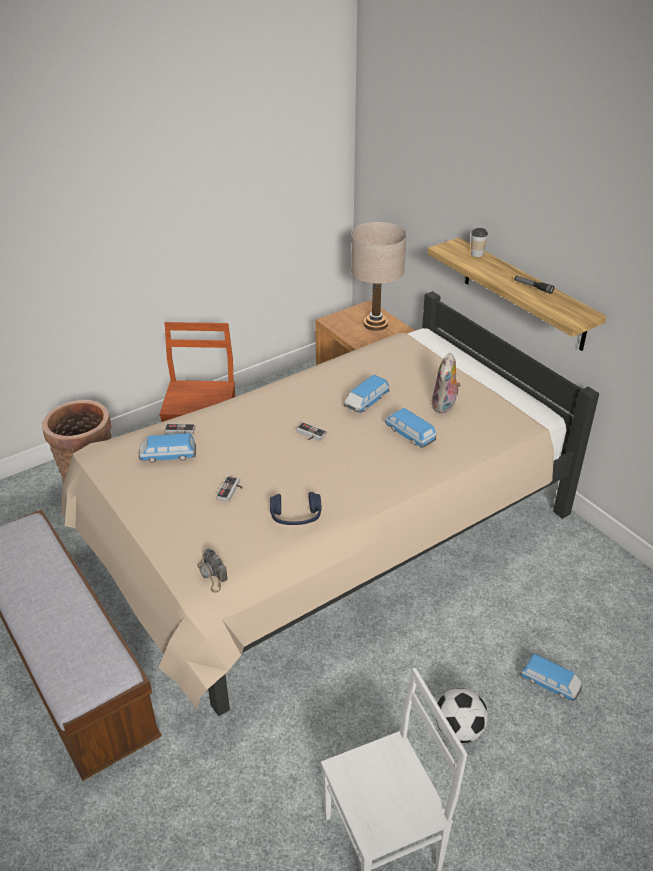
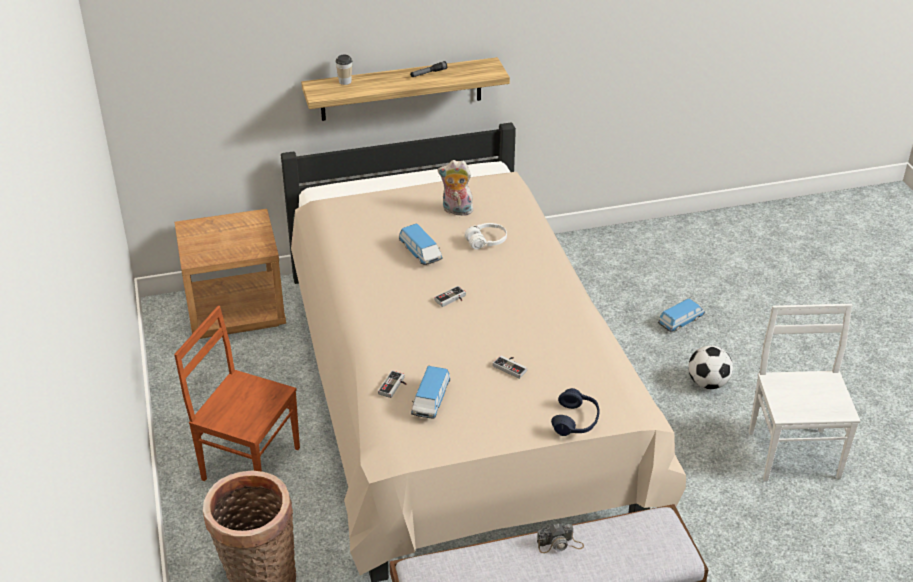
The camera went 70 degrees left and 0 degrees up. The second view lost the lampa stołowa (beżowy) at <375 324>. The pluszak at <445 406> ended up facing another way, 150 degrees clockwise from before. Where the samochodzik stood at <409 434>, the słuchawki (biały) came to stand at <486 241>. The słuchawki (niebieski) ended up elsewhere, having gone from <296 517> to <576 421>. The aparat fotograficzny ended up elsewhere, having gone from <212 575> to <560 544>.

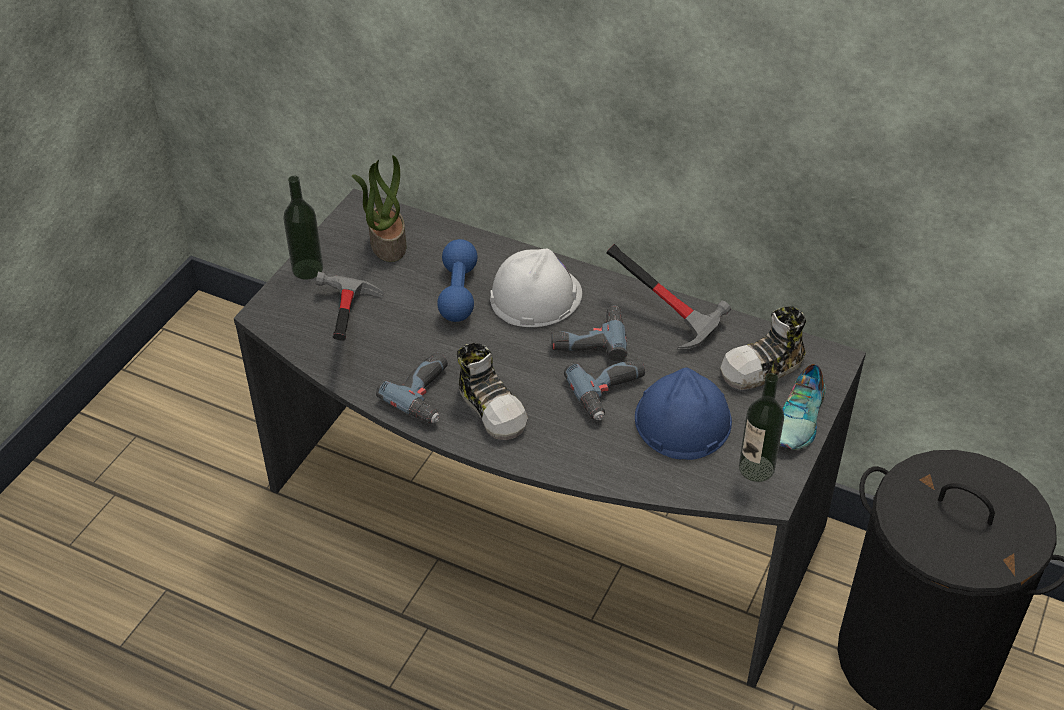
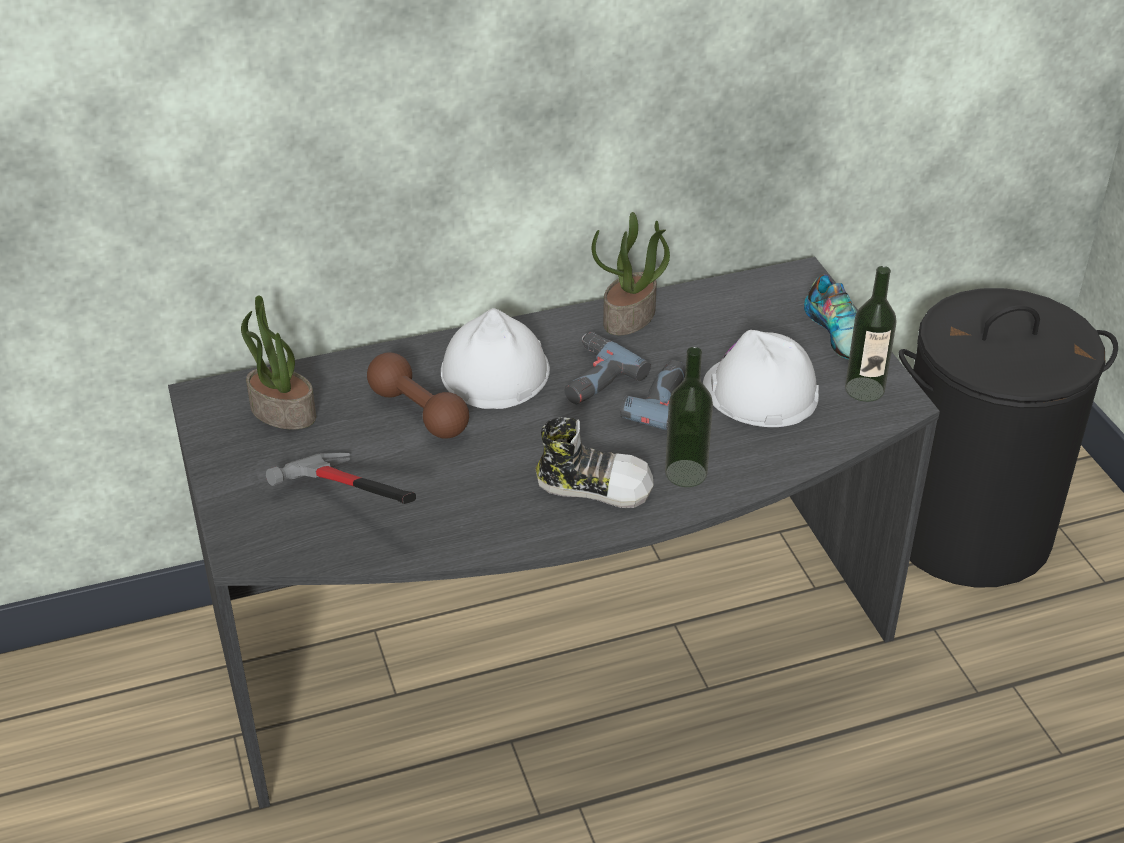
The camera went 45 degrees left and 5 degrees down. The butelka ended up elsewhere, having gone from <307 269> to <686 473>. What was the hantel (niebieski) at <458 293> turned into the hantel (brązowy) at <418 412>. Where the młotek stood at <669 314>, the roślina doniczkowa came to stand at <629 318>. The second view lost the but at <763 368>. The second view lost the wiertarka at <428 394>. What was the kask (niebieski) at <682 420> turned into the kask (biały) at <760 391>.

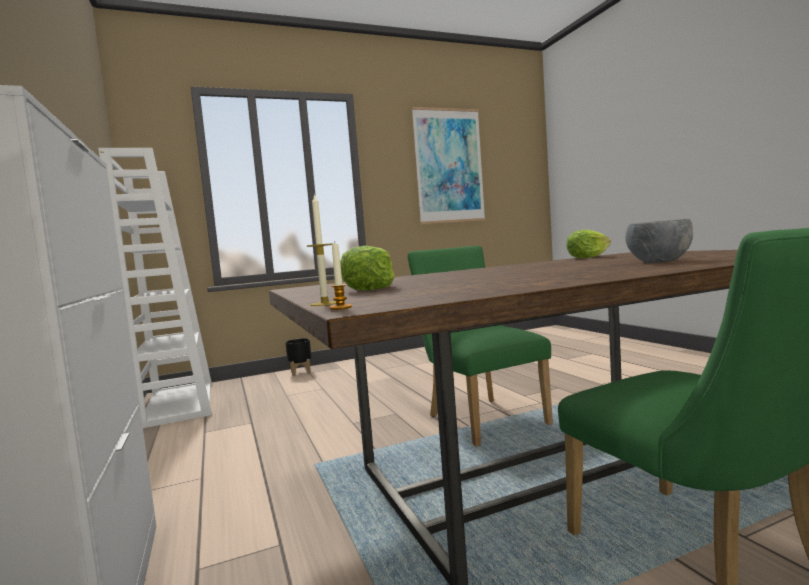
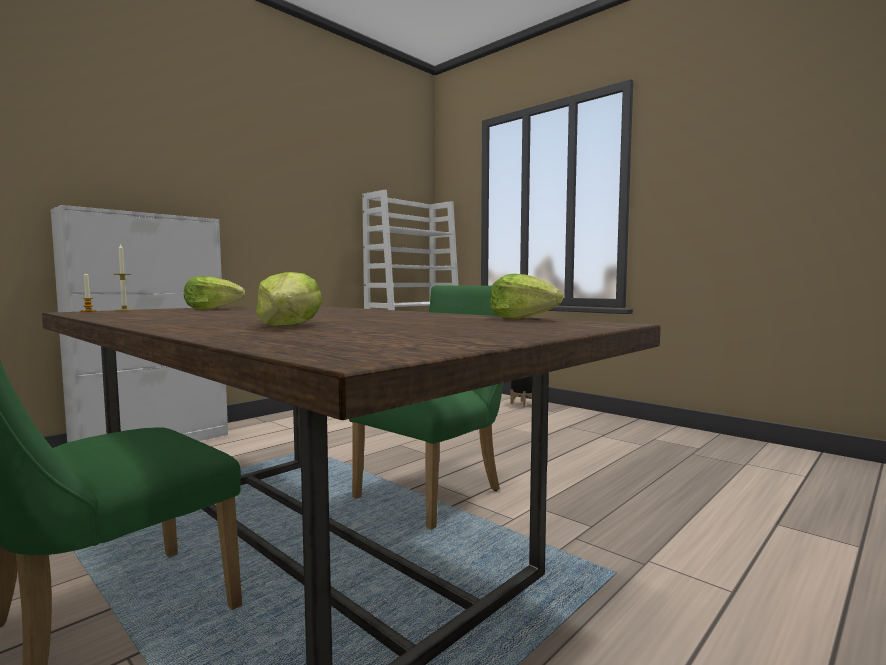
The camera went 65 degrees right and 0 degrees up. The second view lost the obraz at <449 166>. Where the miska (szary) stood at <658 262>, the sałata came to stand at <289 326>.

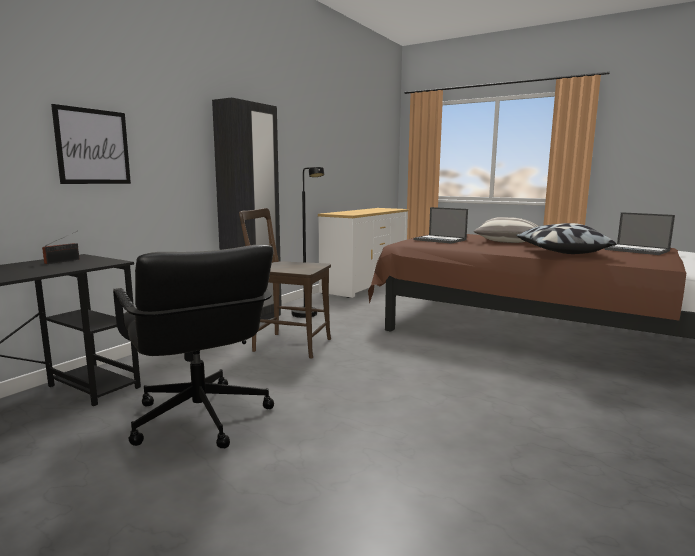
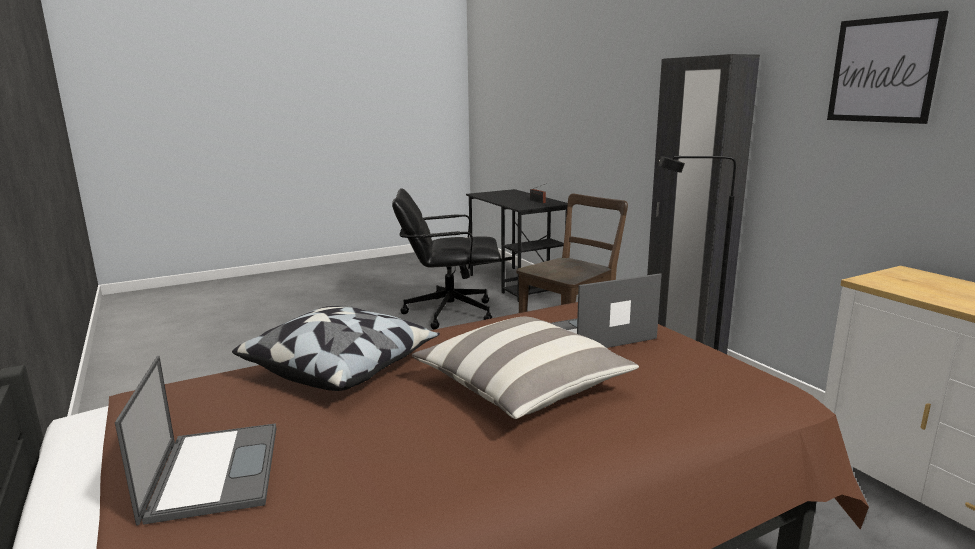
The camera went 120 degrees right and 5 degrees up. The obraz ended up elsewhere, having gone from <93 146> to <883 70>. The laptop at <637 250> ended up facing another way, 90 degrees clockwise from before.

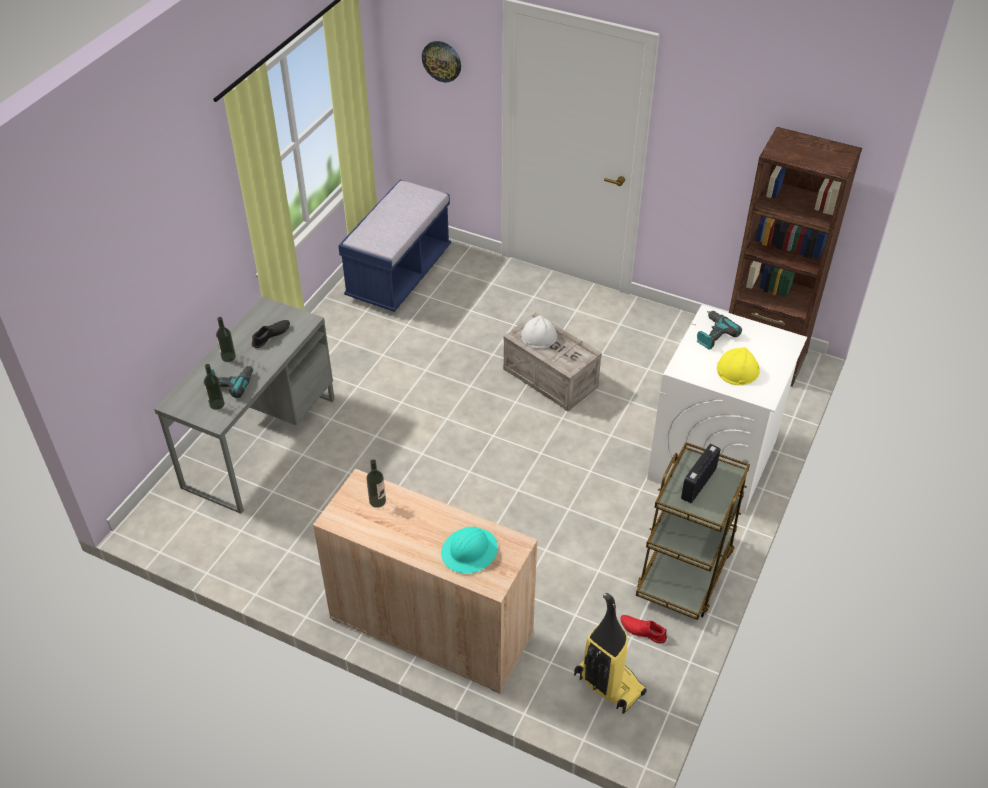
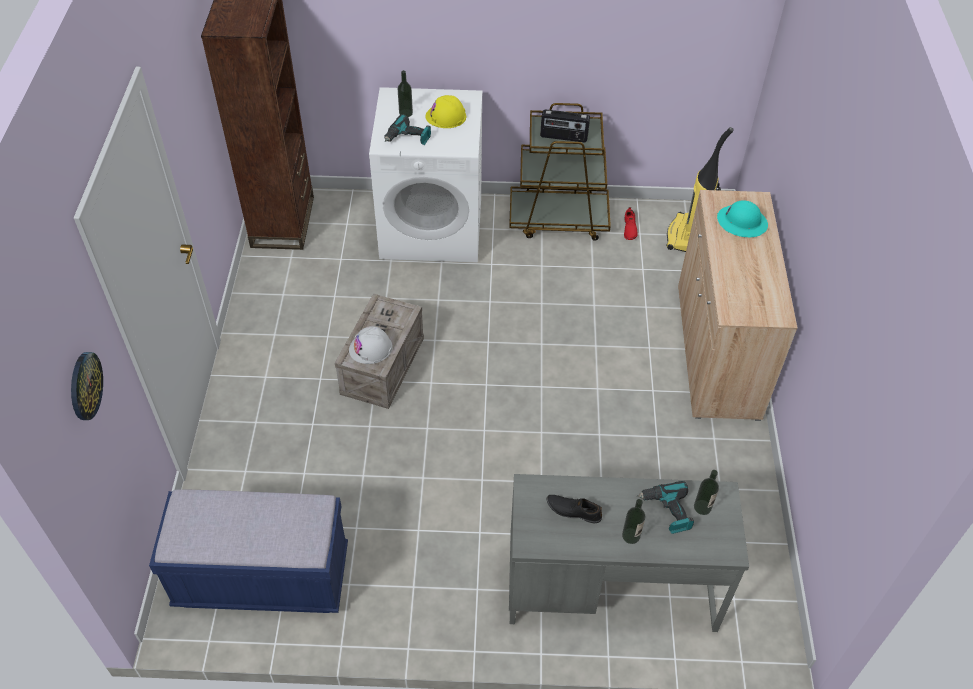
The camera went 115 degrees left and 5 degrees up. The butelka ended up elsewhere, having gone from <377 501> to <406 113>.

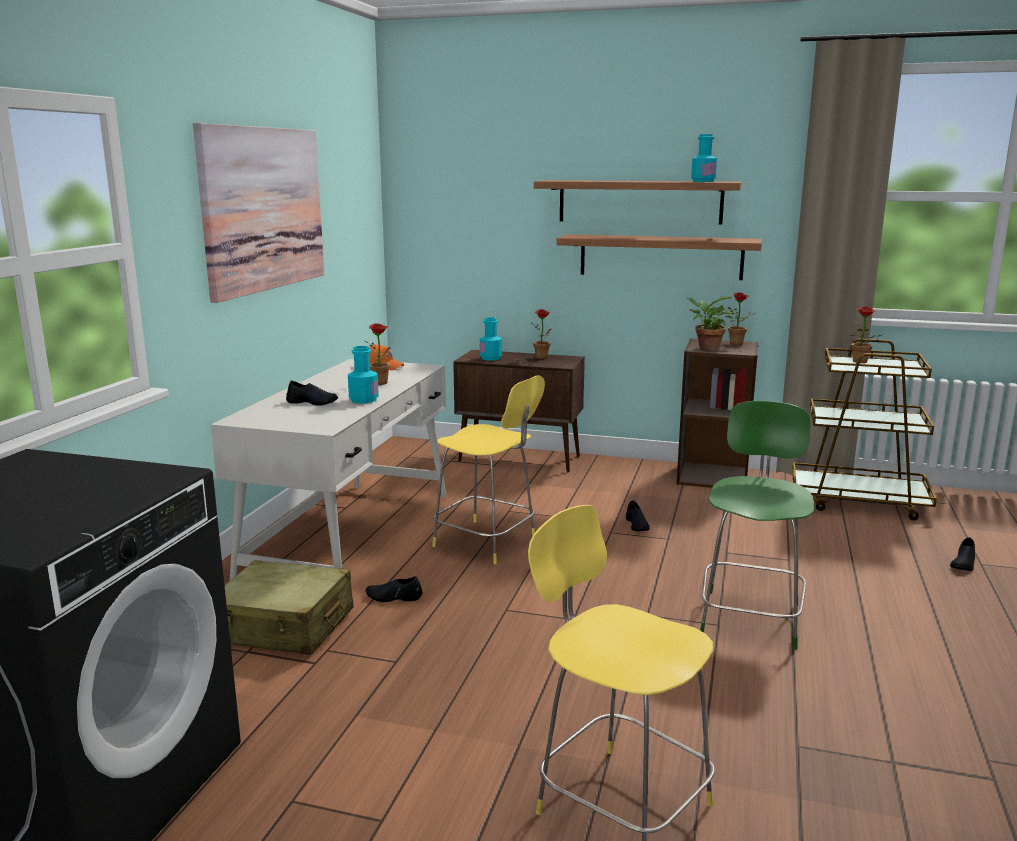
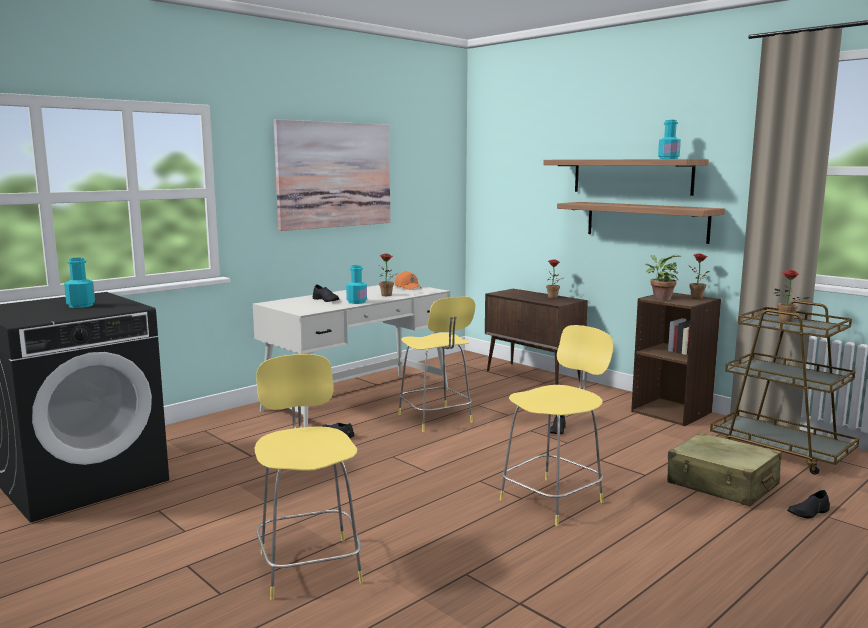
The camera went 30 degrees right and 5 degrees down. The butelka (turkusowy) ended up elsewhere, having gone from <490 358> to <81 305>. What was the stołek (zielony) at <750 616> turned into the stołek (żółty) at <554 500>. The walizka (beżowy) ended up elsewhere, having gone from <284 626> to <722 484>.

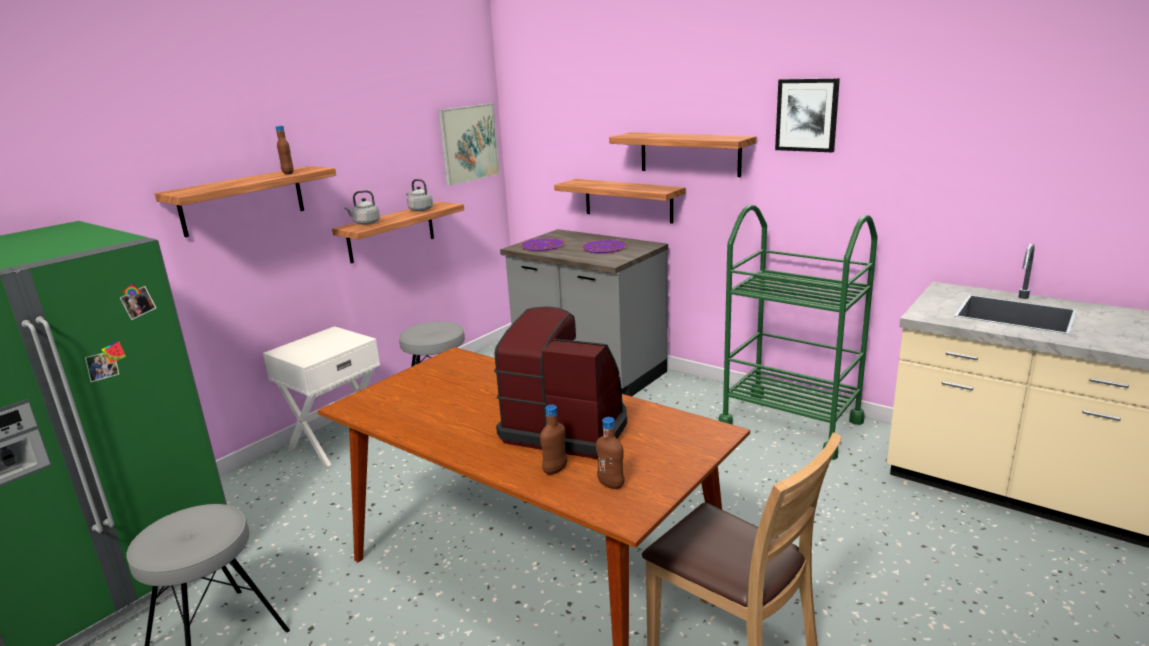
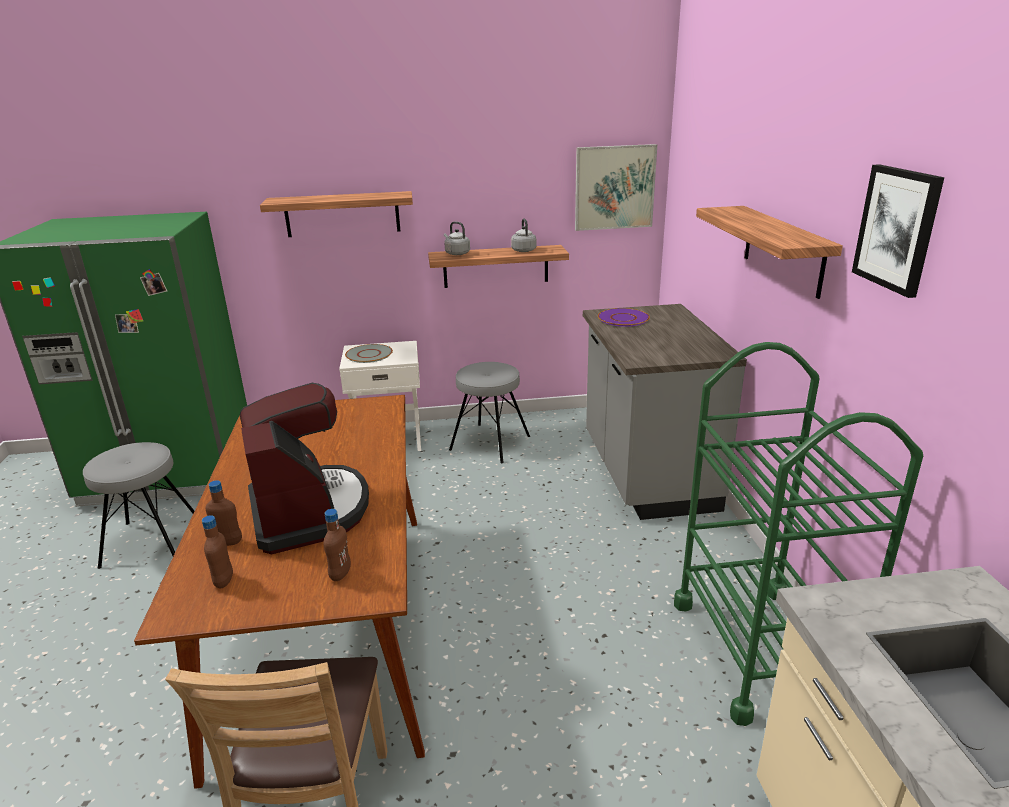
The camera went 45 degrees right and 5 degrees up. The butelka (brązowy) ended up elsewhere, having gone from <288 173> to <340 574>. The second view lost the półka at <628 200>. The second view lost the talerz (fioletowy) at <604 247>. The second view gained the talerz (szary) at <369 354>.

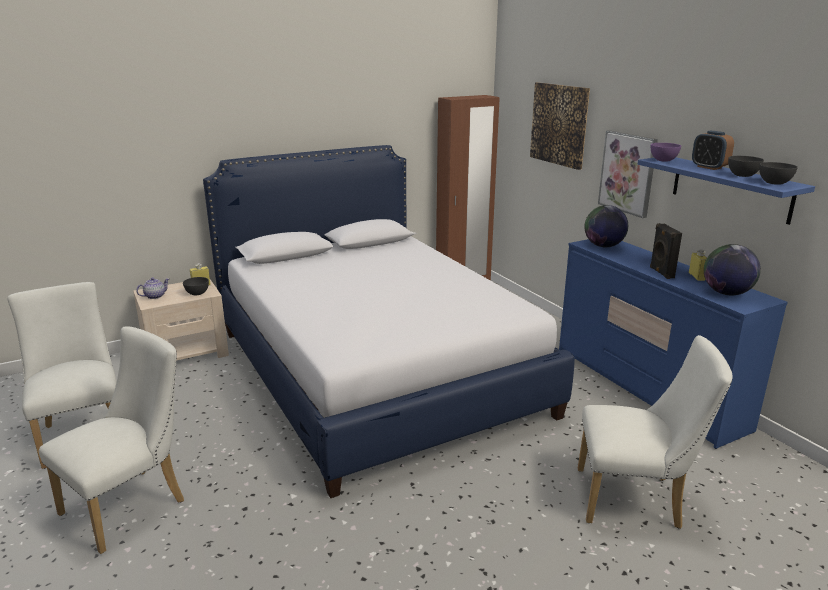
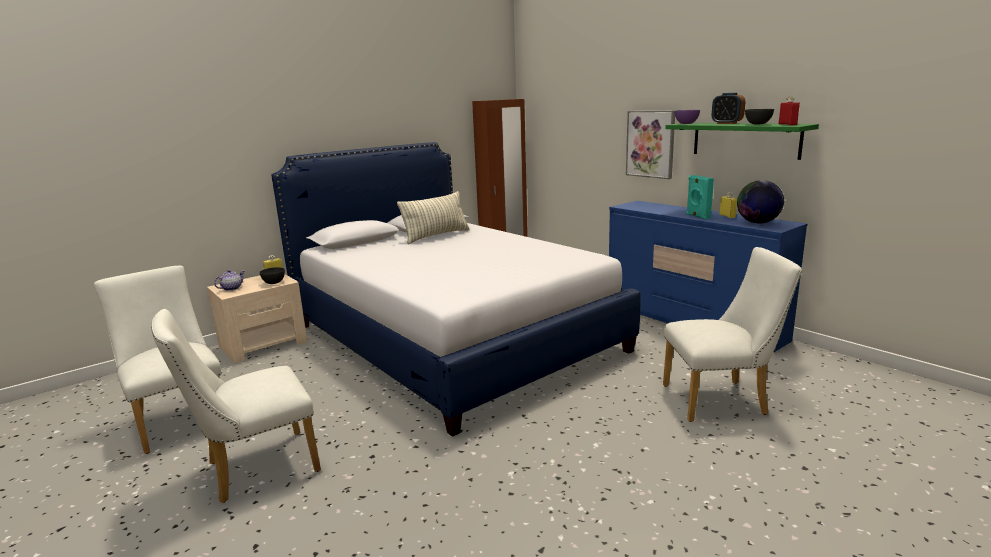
The camera went 10 degrees left and 5 degrees down. The second view lost the obraz at <559 124>. What was the półka (niebieski) at <730 188> turned into the półka (zielony) at <745 140>. Where the miska (szary) stood at <774 183>, the butelka (czerwony) came to stand at <787 124>. The second view lost the globus at <603 246>. What was the głośnik (czarny) at <661 273> turned into the głośnik (turkusowy) at <697 216>. The krzesło (biały) at <132 504> ended up facing another way, 150 degrees counterclockwise from before. The second view gained the poduszka at <436 236>.

